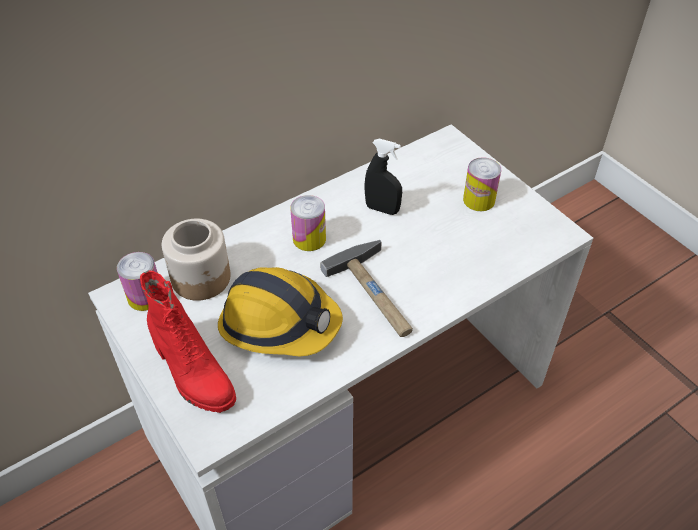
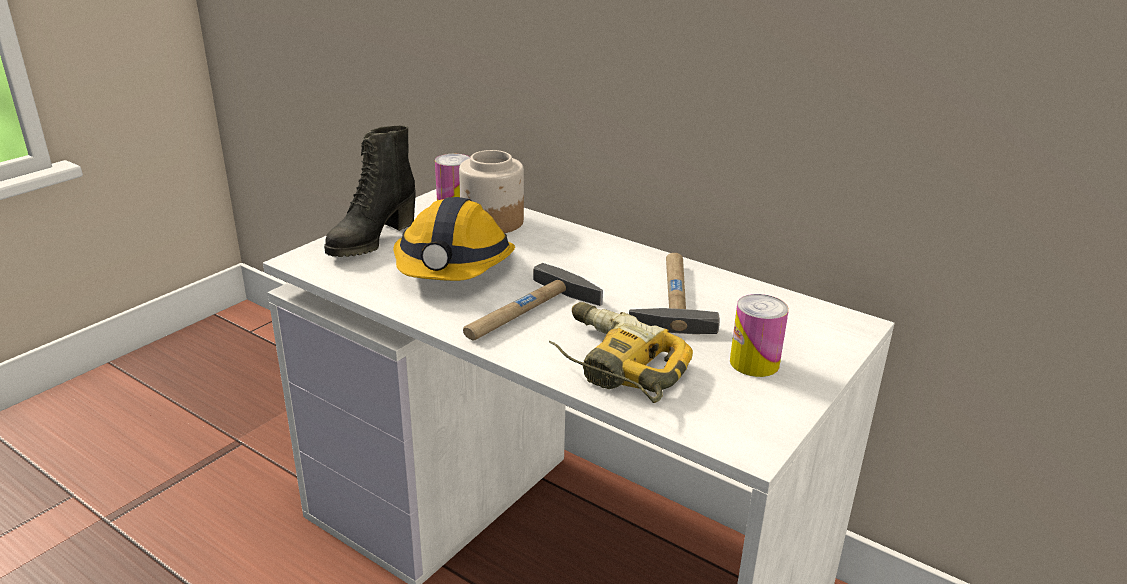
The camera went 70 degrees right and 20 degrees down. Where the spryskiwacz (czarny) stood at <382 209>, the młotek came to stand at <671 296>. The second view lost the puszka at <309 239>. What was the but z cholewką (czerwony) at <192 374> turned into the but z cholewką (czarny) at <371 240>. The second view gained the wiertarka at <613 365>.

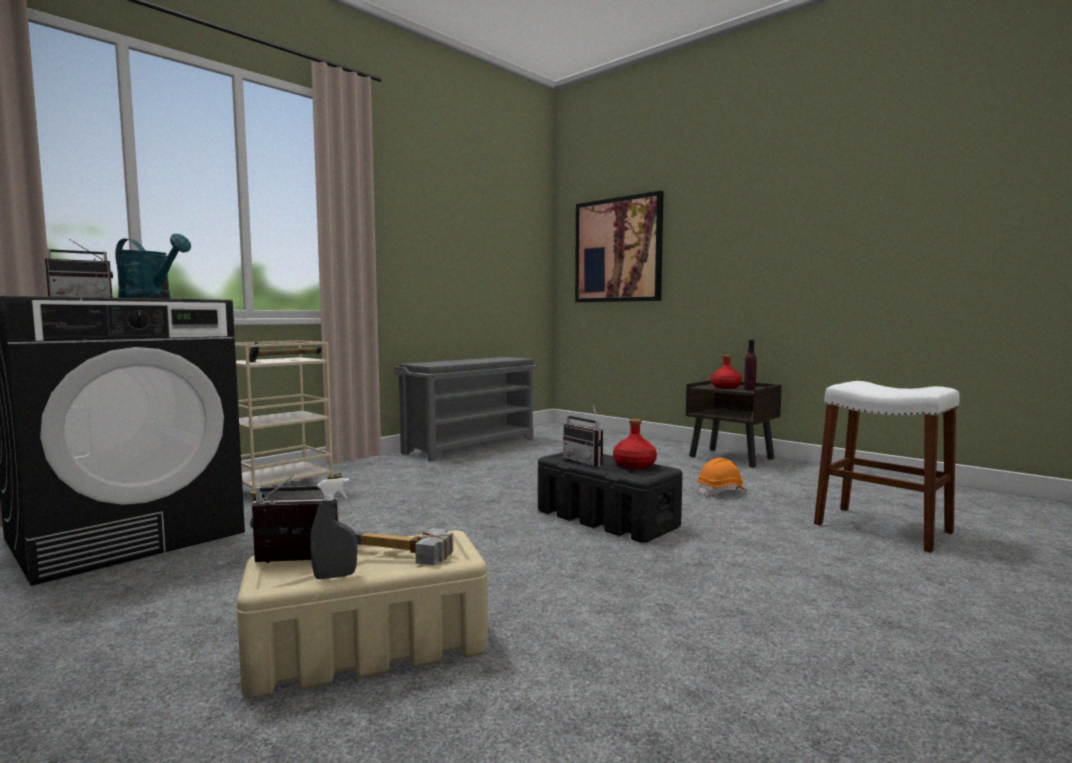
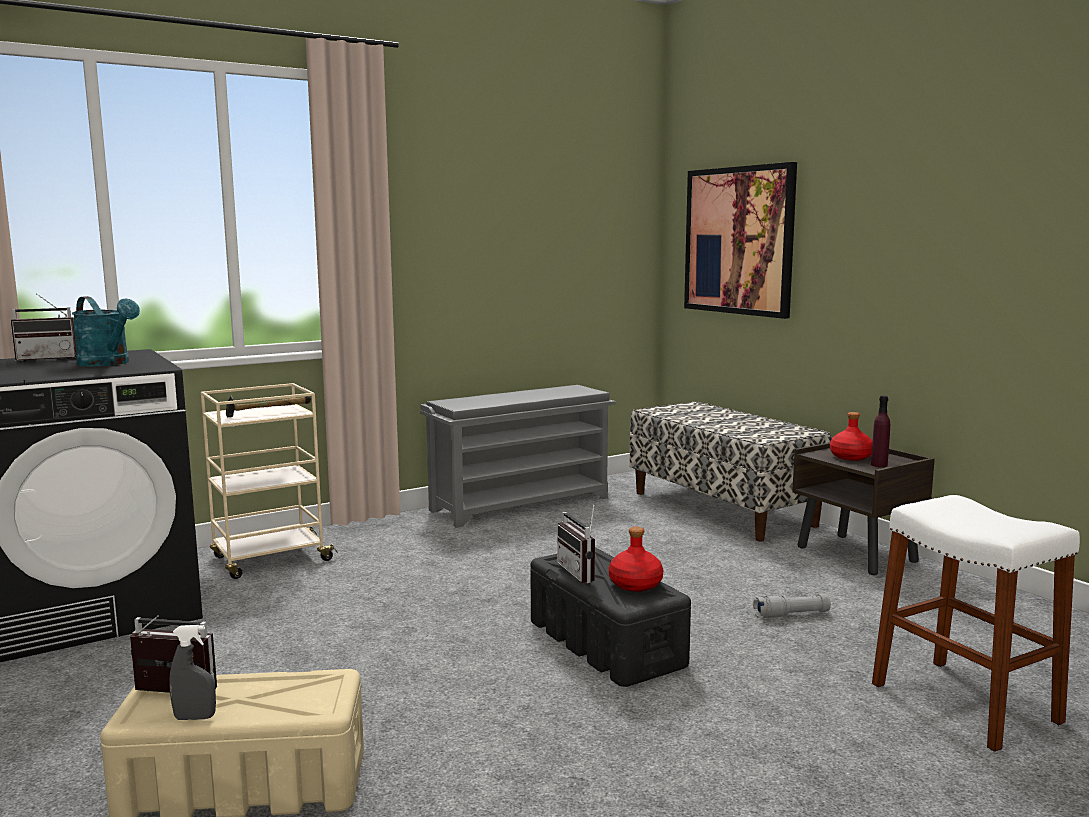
The camera went 15 degrees right and 5 degrees up. Where the kask (pomarańczowy) stood at <722 491>, the latarka (szary) came to stand at <791 615>. The second view lost the młotek at <397 554>. The second view gained the ławka at <723 508>.

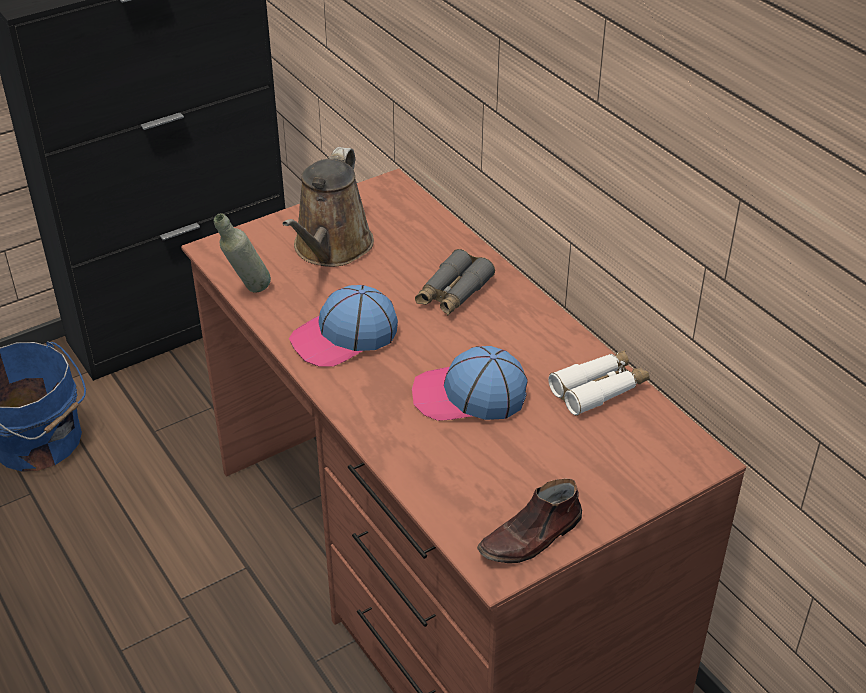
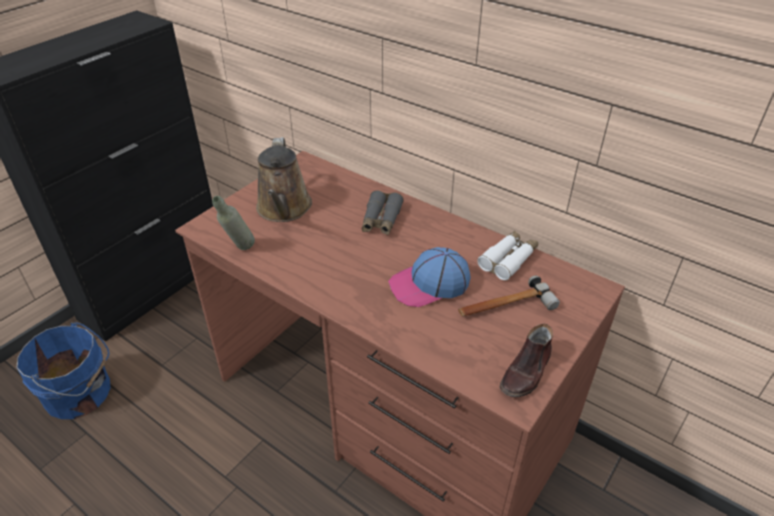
The camera went 20 degrees left and 0 degrees up. The second view lost the czapka z daszkiem at <344 337>. The second view gained the młotek at <505 306>.

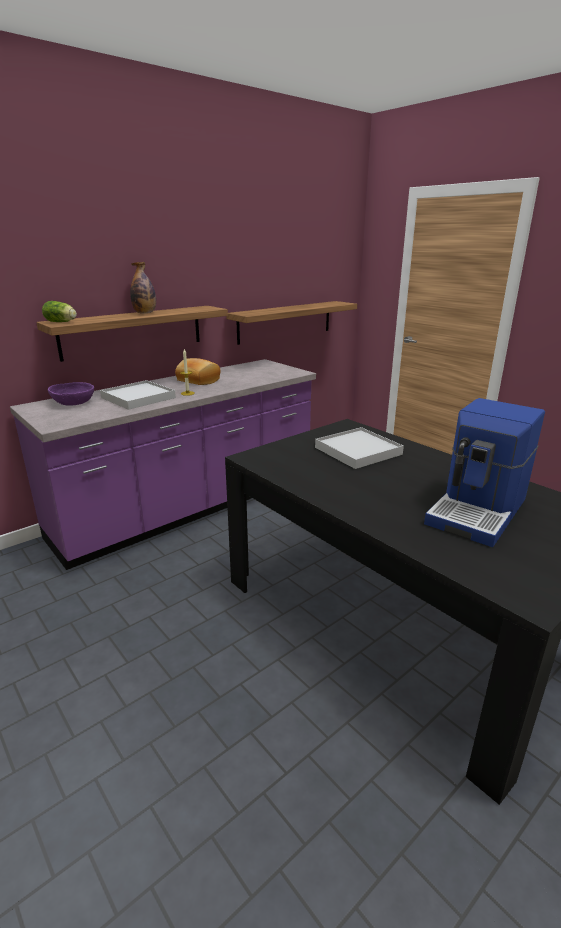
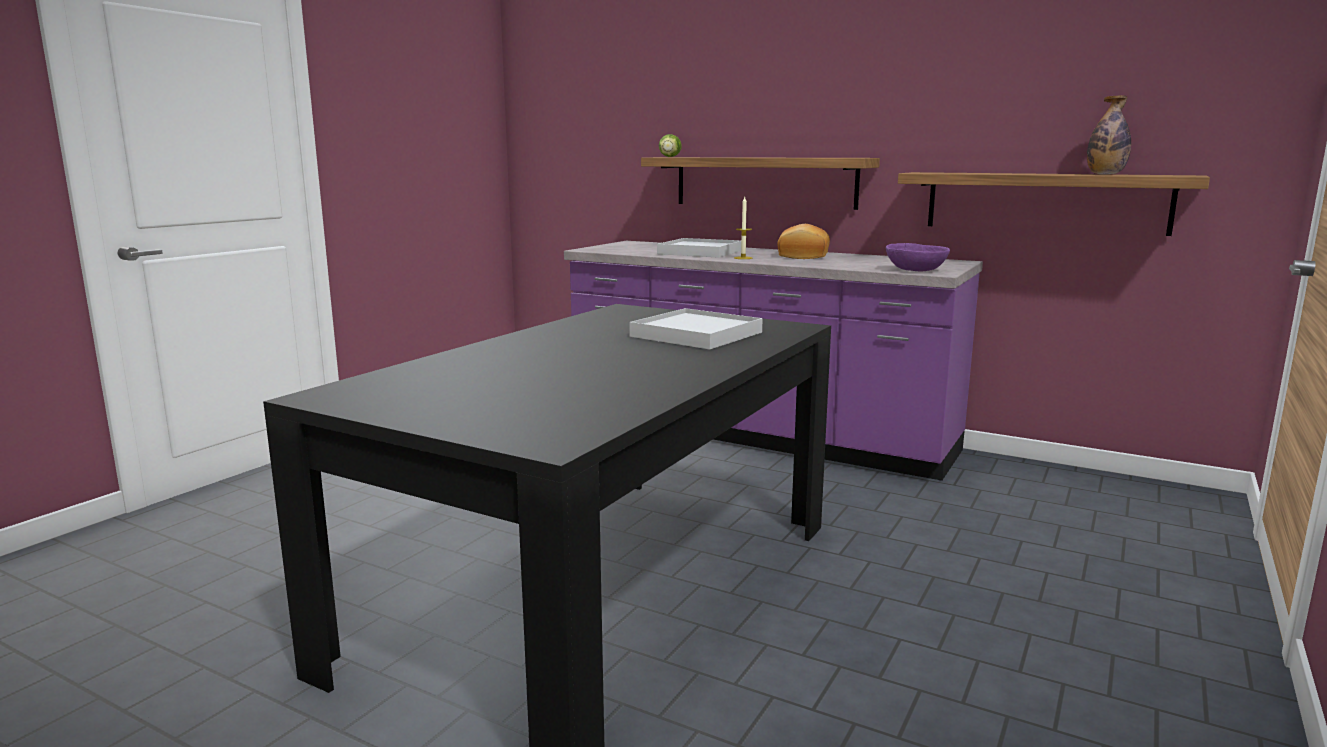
The camera went 70 degrees right and 10 degrees down. The butelka ended up elsewhere, having gone from <145 313> to <1105 174>. The miska (fioletowy) ended up elsewhere, having gone from <73 403> to <915 270>. The second view lost the ekspres do kawy at <478 511>.

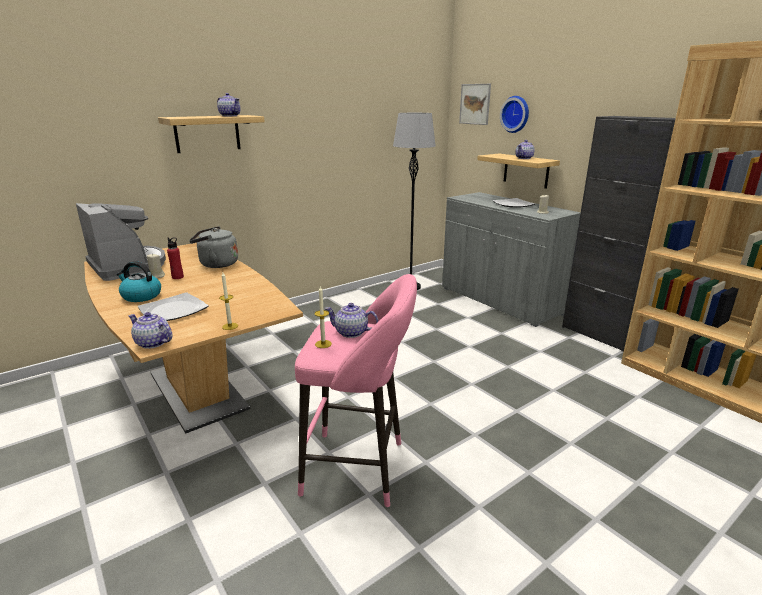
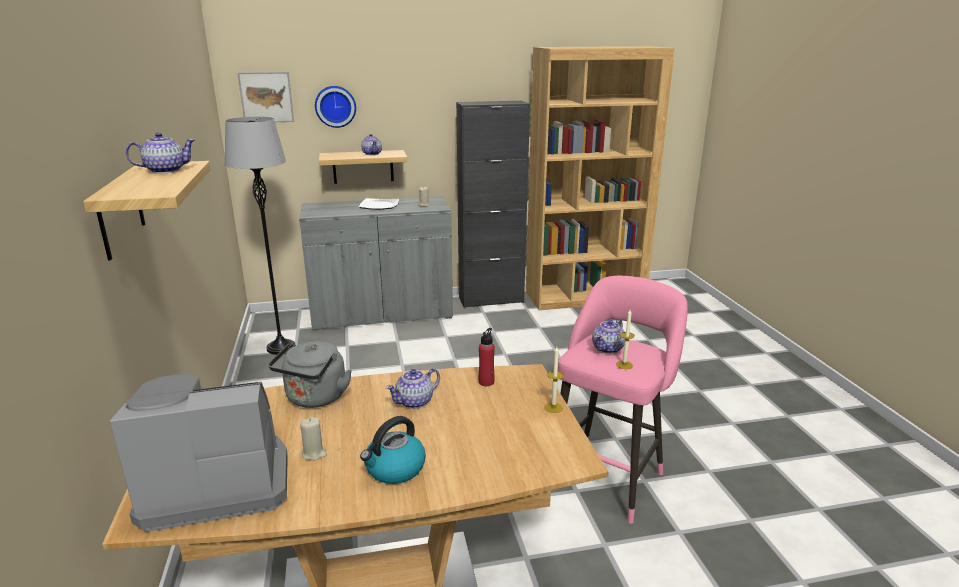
The camera went 65 degrees left and 0 degrees up. The butelka (czerwony) ended up elsewhere, having gone from <177 277> to <486 382>. The second view lost the talerz at <173 310>. The imbryk ended up elsewhere, having gone from <153 343> to <415 401>.

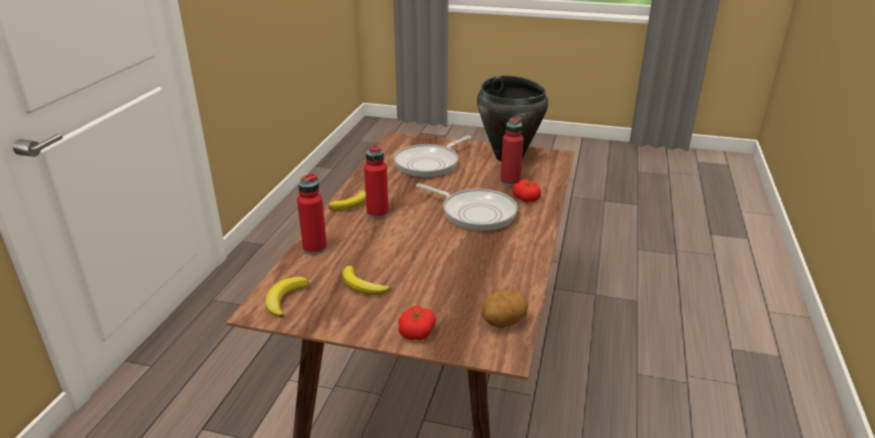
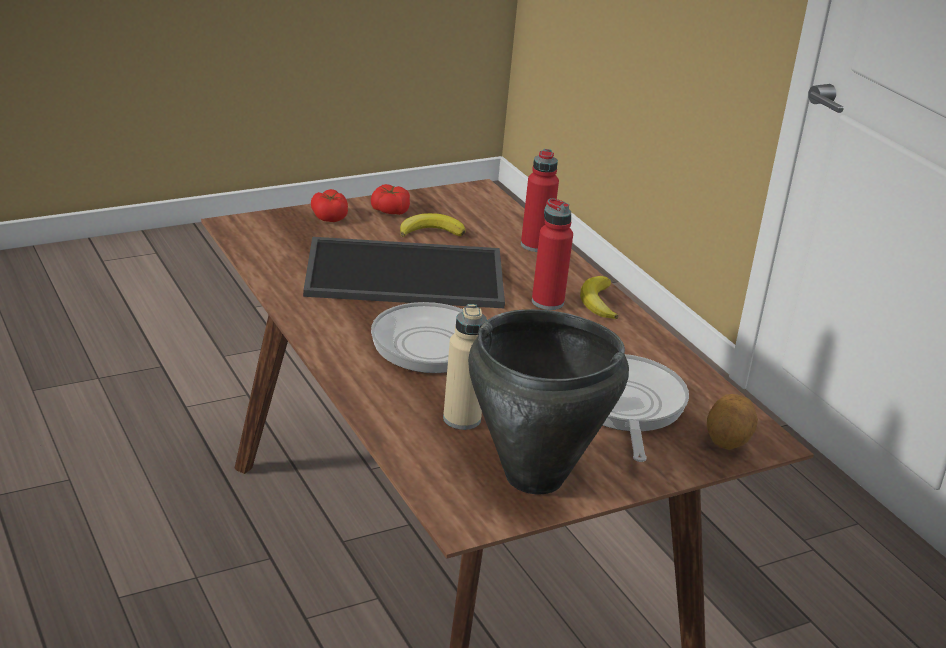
The camera went 135 degrees right and 0 degrees up. What was the butelka (czerwony) at <510 182> turned into the butelka (beżowy) at <462 419>. The pomidor ended up elsewhere, having gone from <526 198> to <390 210>. The second view lost the banan at <285 299>. The ziemniak ended up elsewhere, having gone from <503 322> to <728 441>. The second view gained the taca at <402 276>.

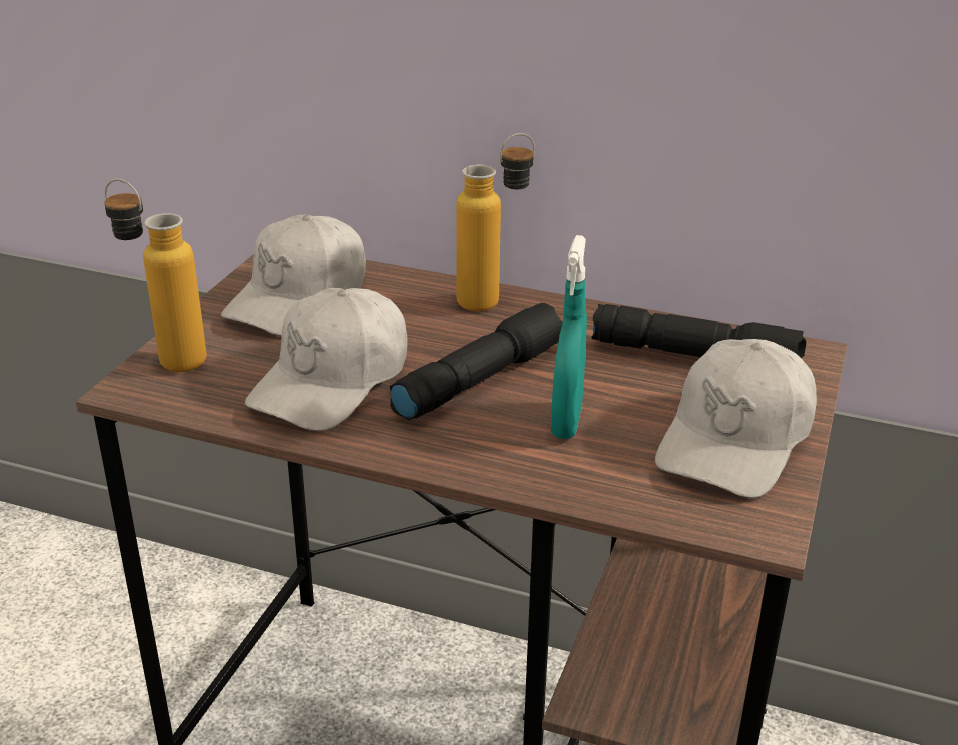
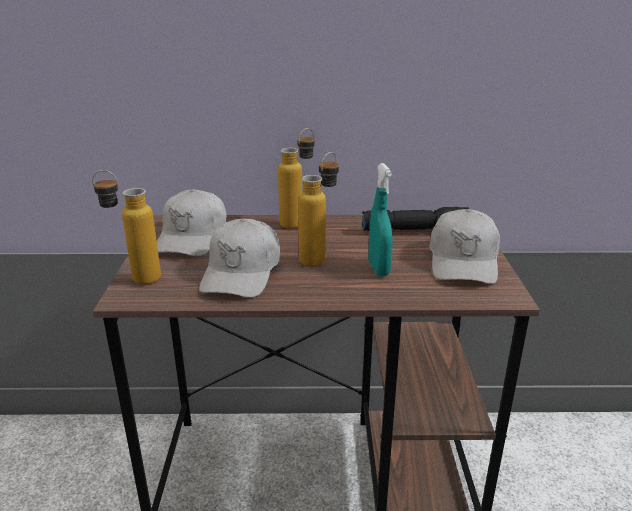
The camera went 20 degrees left and 5 degrees down. Where the latarka (czarny) stood at <479 378>, the butelka came to stand at <319 257>.

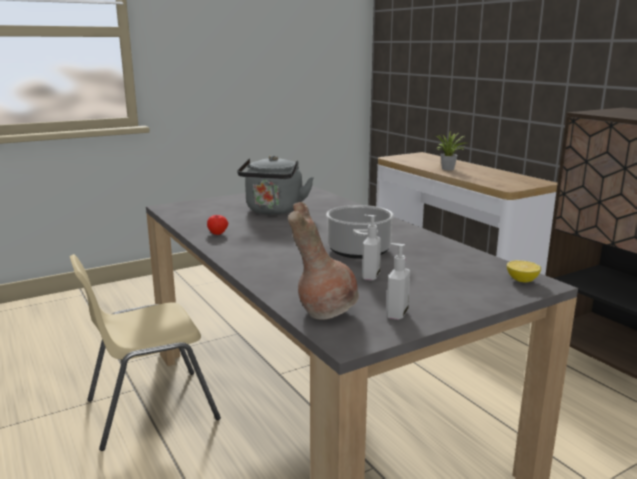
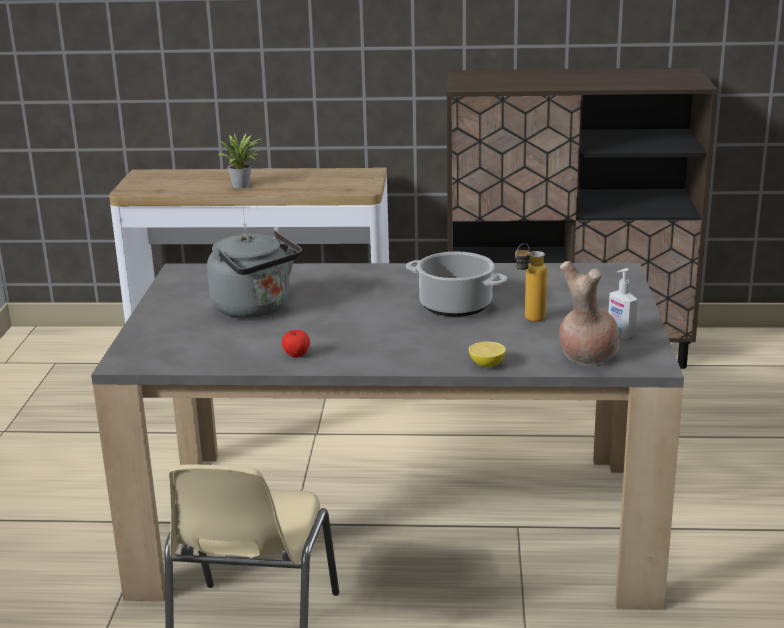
The camera went 55 degrees left and 5 degrees up. Where the dozownik mydła stood at <370 276>, the butelka came to stand at <528 320>. The cytryna ended up elsewhere, having gone from <522 280> to <487 365>.

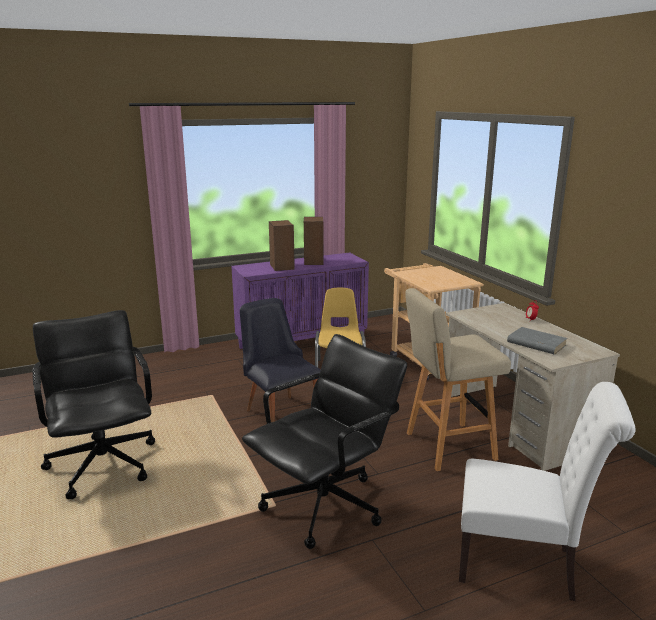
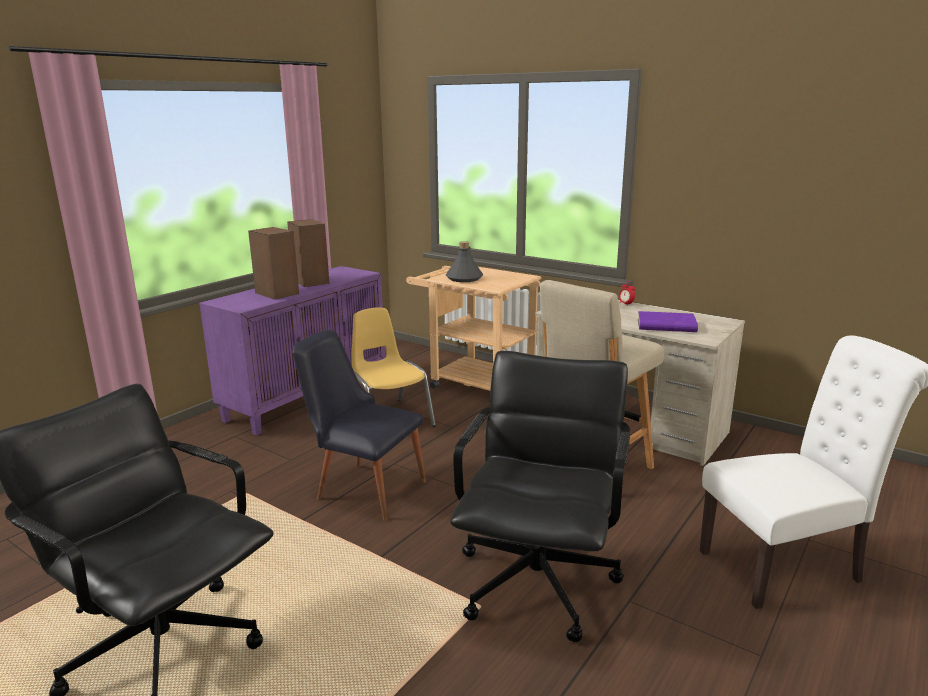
The camera went 30 degrees left and 0 degrees up. What was the książka (szary) at <536 343> turned into the książka (fioletowy) at <665 326>. The second view gained the butelka (szary) at <464 278>.

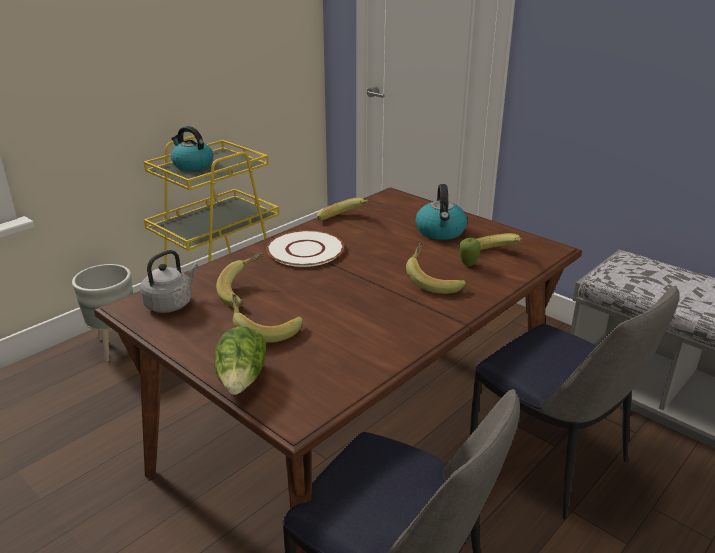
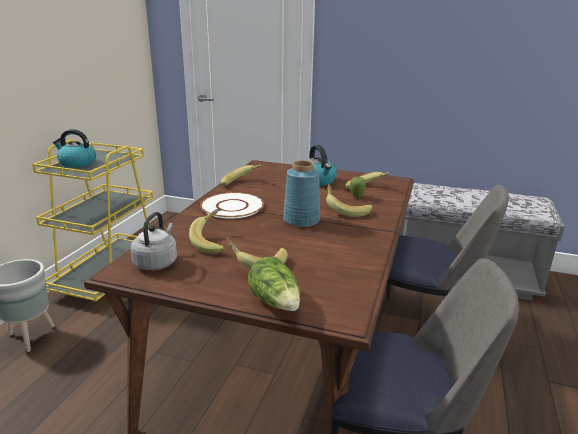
The camera went 25 degrees left and 5 degrees down. The second view gained the wazon (niebieski) at <301 220>.

